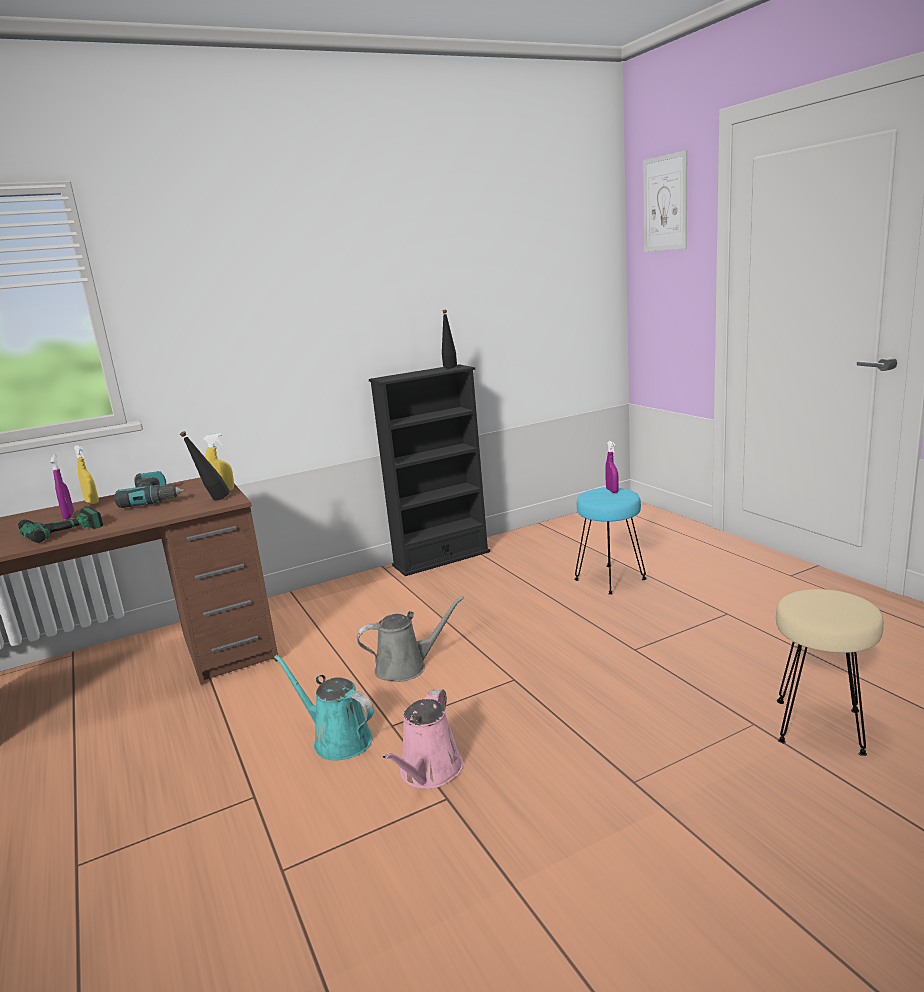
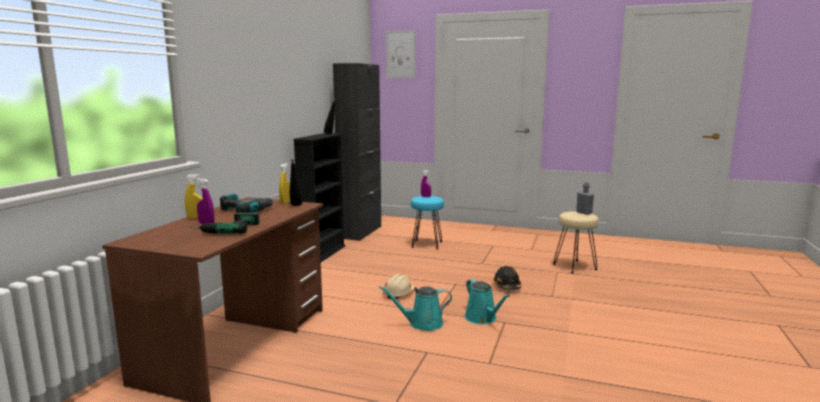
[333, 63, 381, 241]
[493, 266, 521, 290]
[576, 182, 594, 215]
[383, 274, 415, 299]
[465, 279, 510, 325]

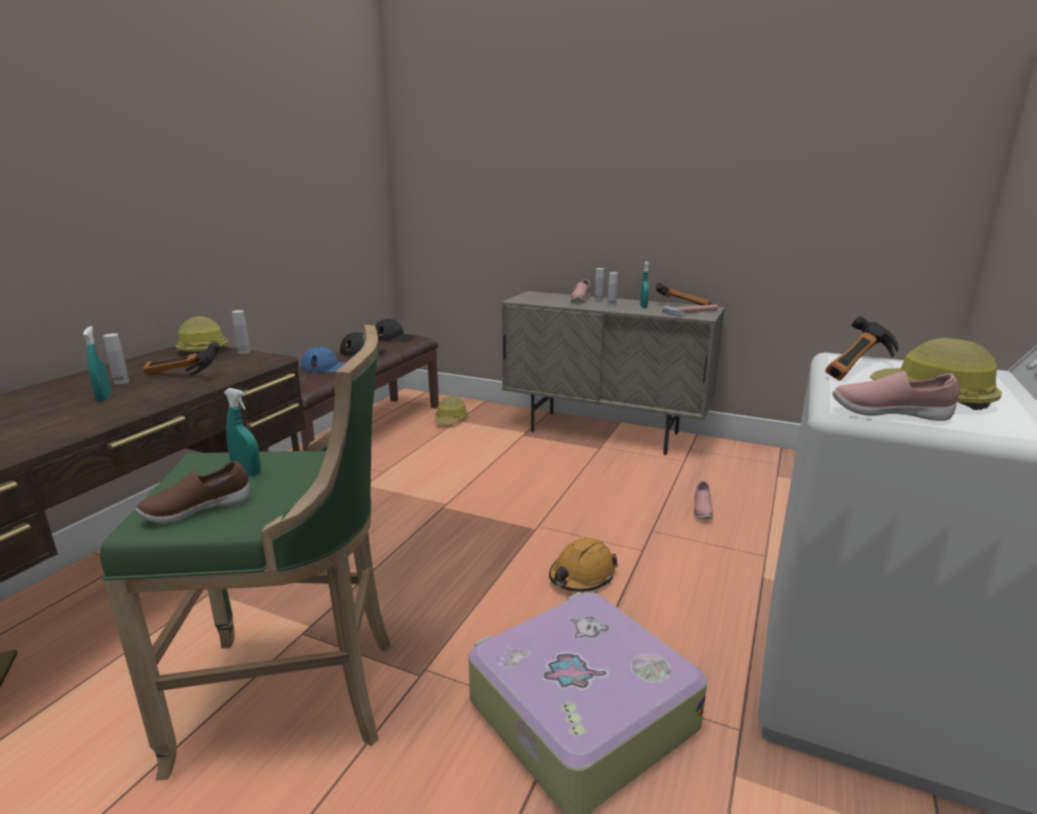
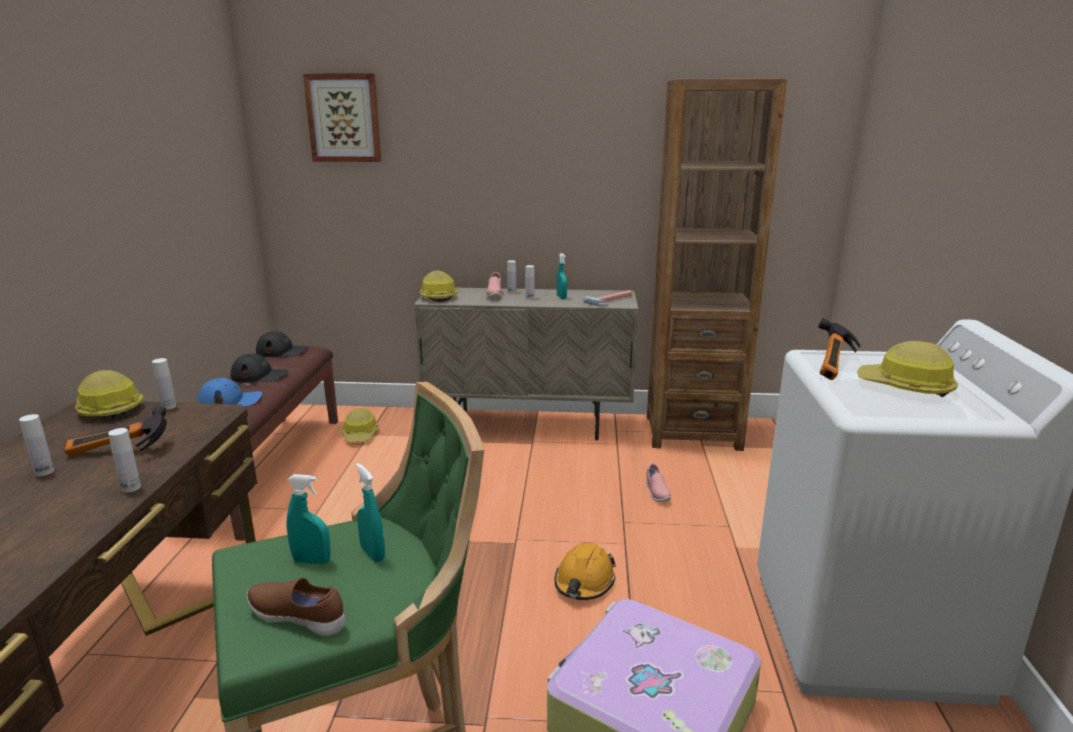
[656, 283, 711, 306] (first image)
[833, 371, 960, 421] (first image)
[108, 428, 141, 493]
[303, 73, 381, 162]
[420, 271, 458, 302]
[647, 78, 787, 451]
[356, 463, 385, 562]
[247, 578, 345, 636]

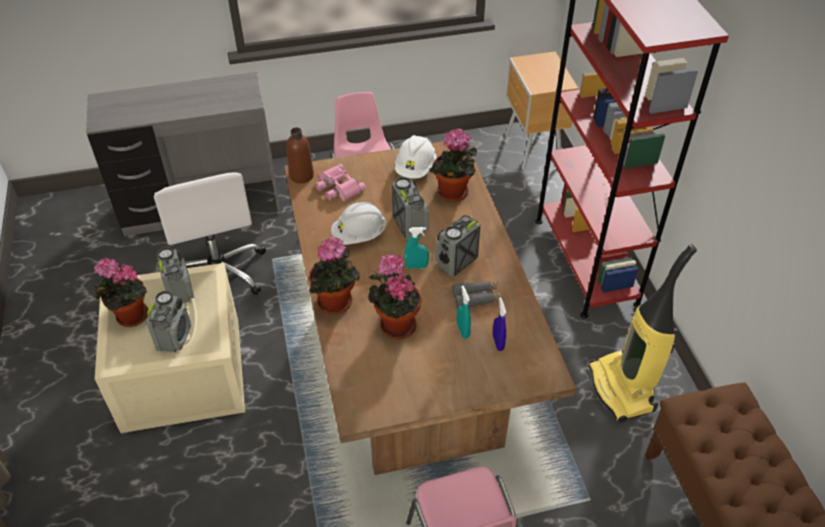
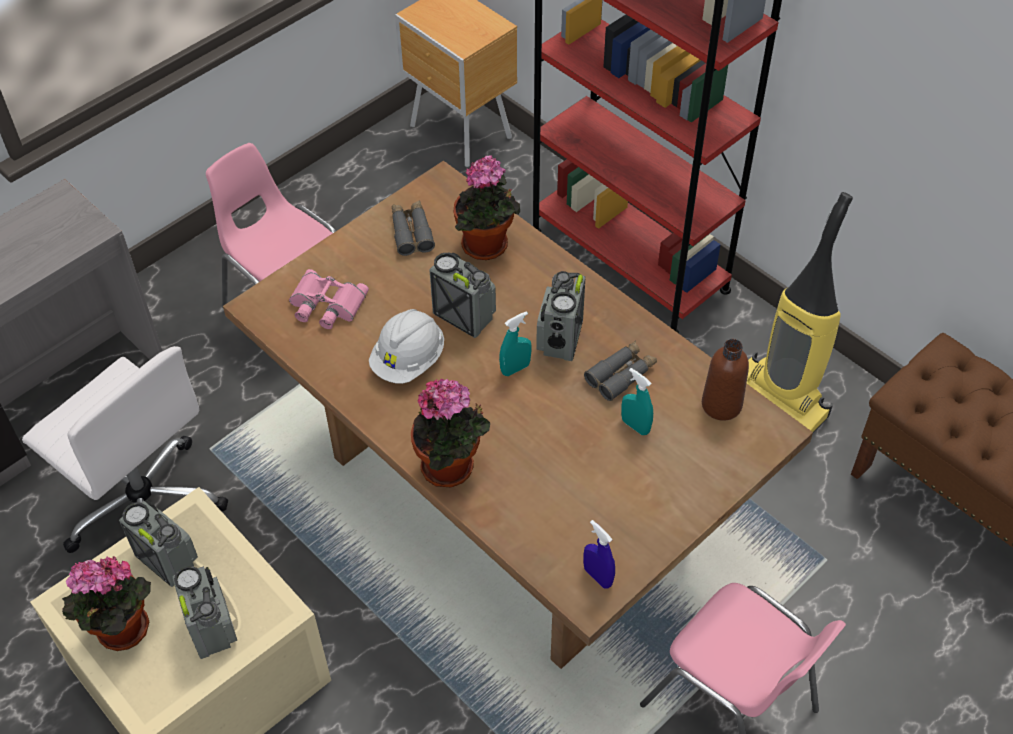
[368, 253, 422, 339] (first image)
[702, 339, 749, 421]
[583, 520, 615, 588]
[392, 201, 435, 256]

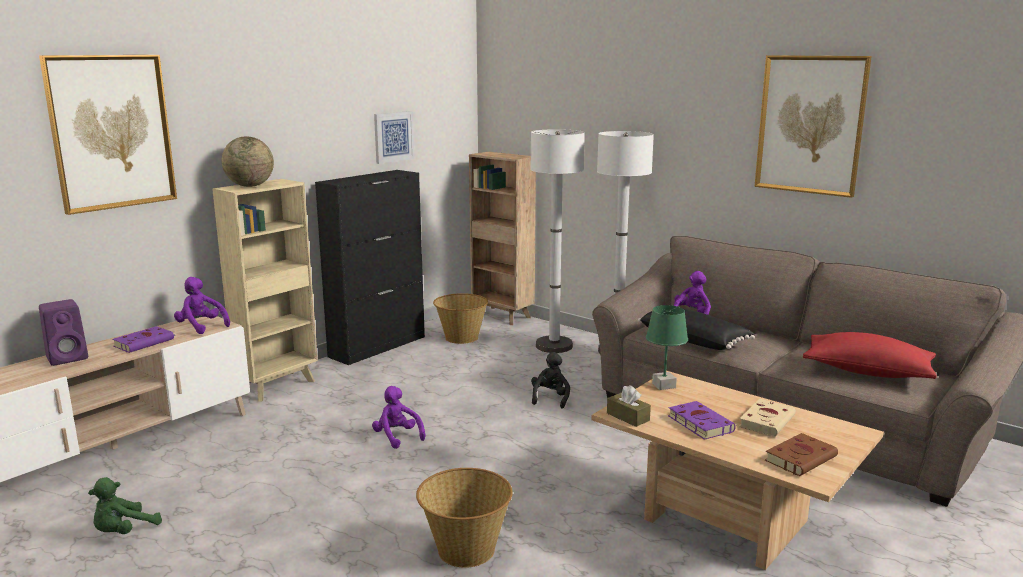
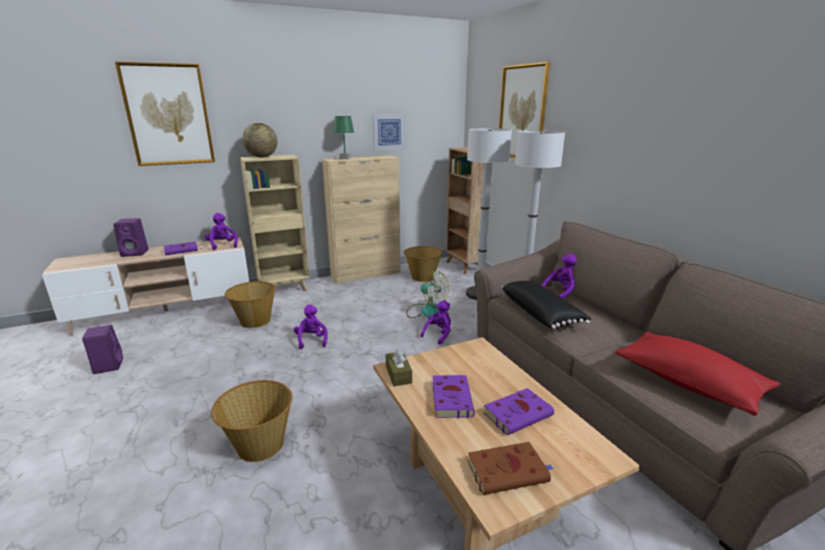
[225, 281, 276, 328]
[406, 271, 449, 318]
[333, 116, 354, 159]
[499, 62, 550, 158]
[82, 325, 123, 374]
[322, 155, 400, 284]
[421, 300, 451, 345]
[483, 388, 554, 435]

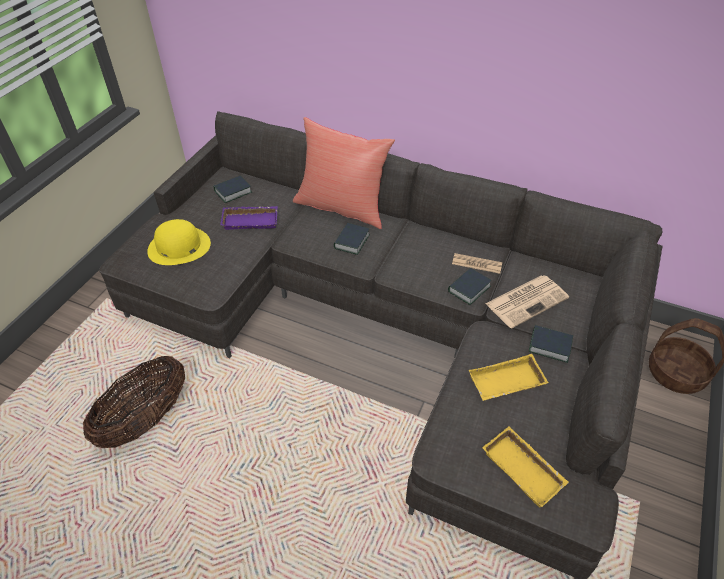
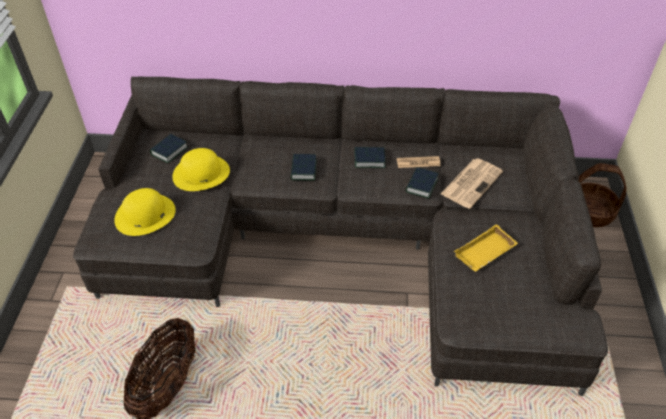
[293, 117, 395, 229] (first image)
[482, 426, 569, 507] (first image)
[354, 147, 385, 168]
[172, 148, 230, 191]

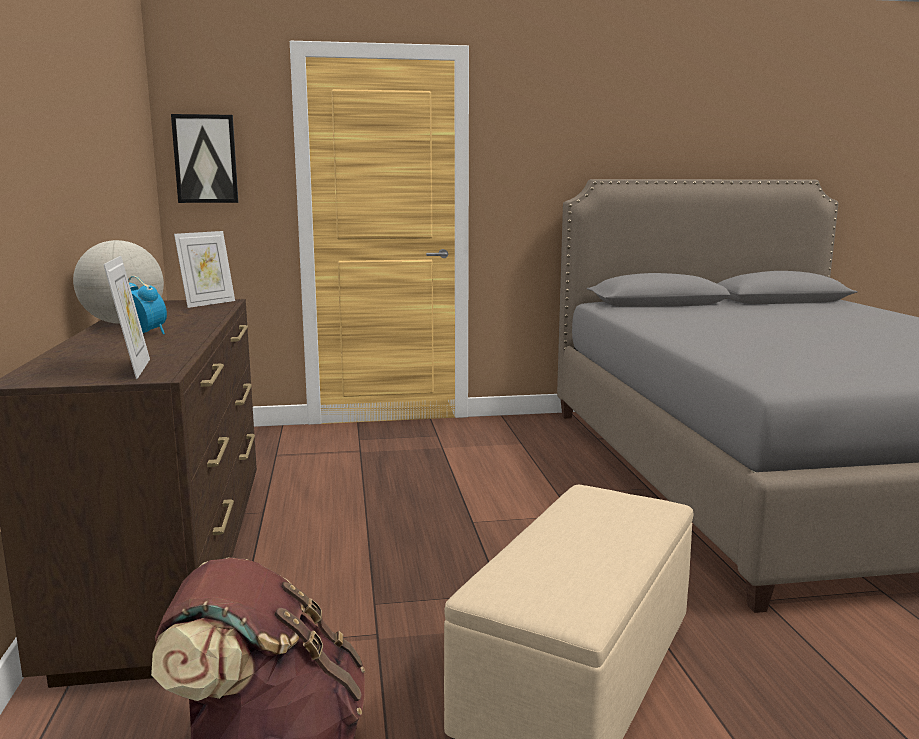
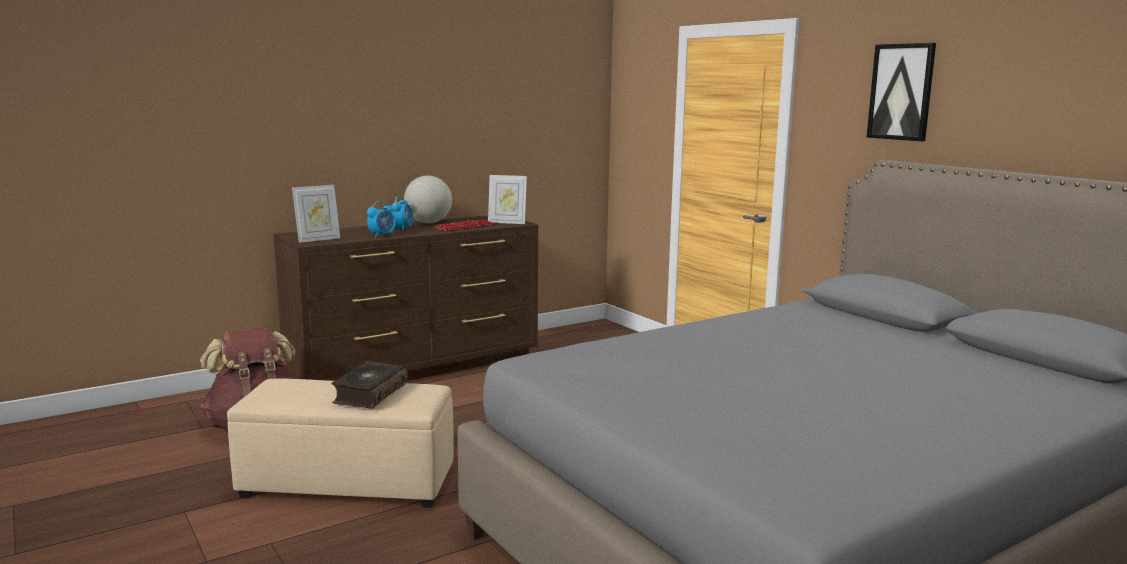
[331, 360, 408, 409]
[367, 201, 395, 238]
[435, 220, 494, 231]
[867, 43, 936, 141]

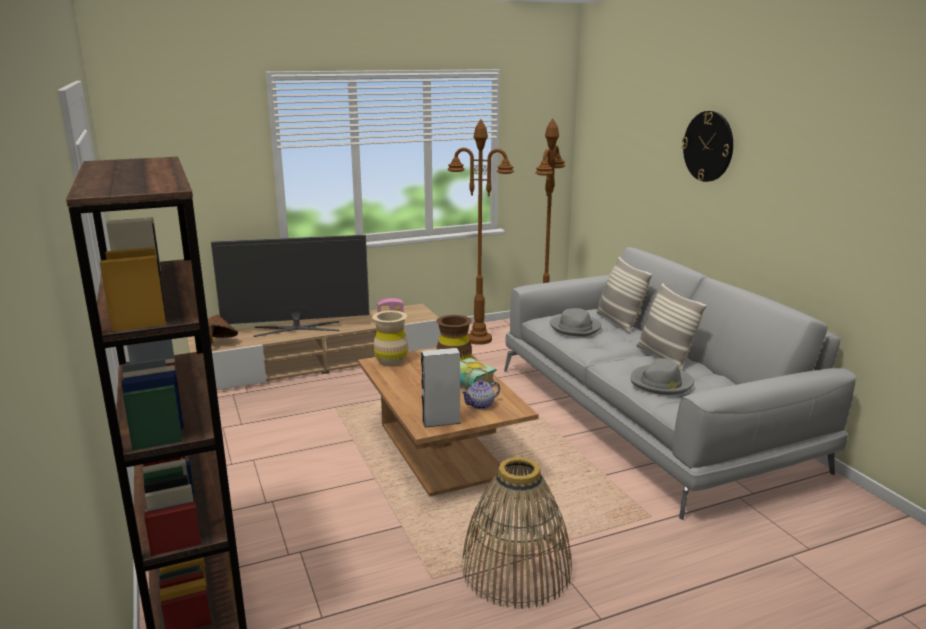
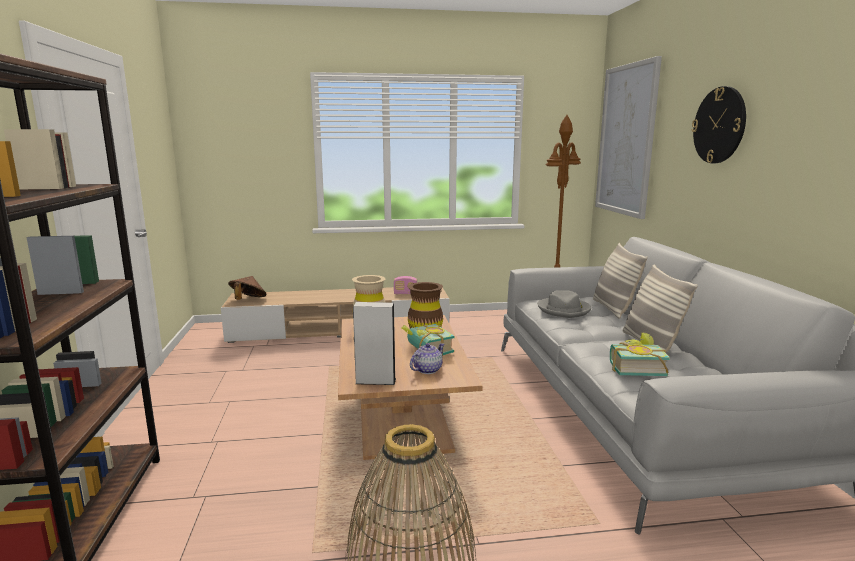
[211, 235, 370, 337] (first image)
[447, 119, 514, 345] (first image)
[595, 56, 662, 219]
[610, 333, 670, 376]
[410, 343, 444, 374]

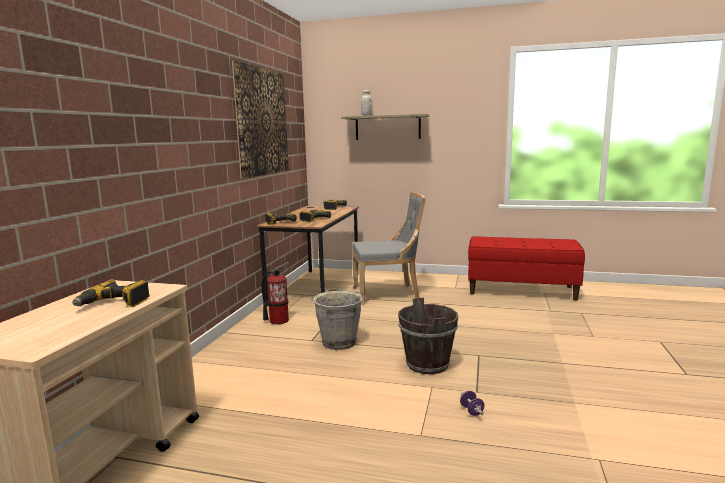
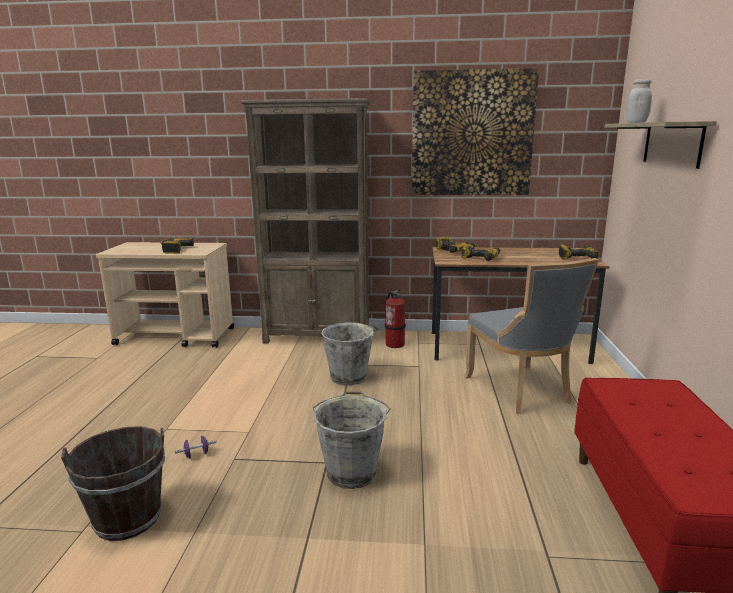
[241, 98, 370, 344]
[313, 391, 391, 489]
[61, 426, 165, 541]

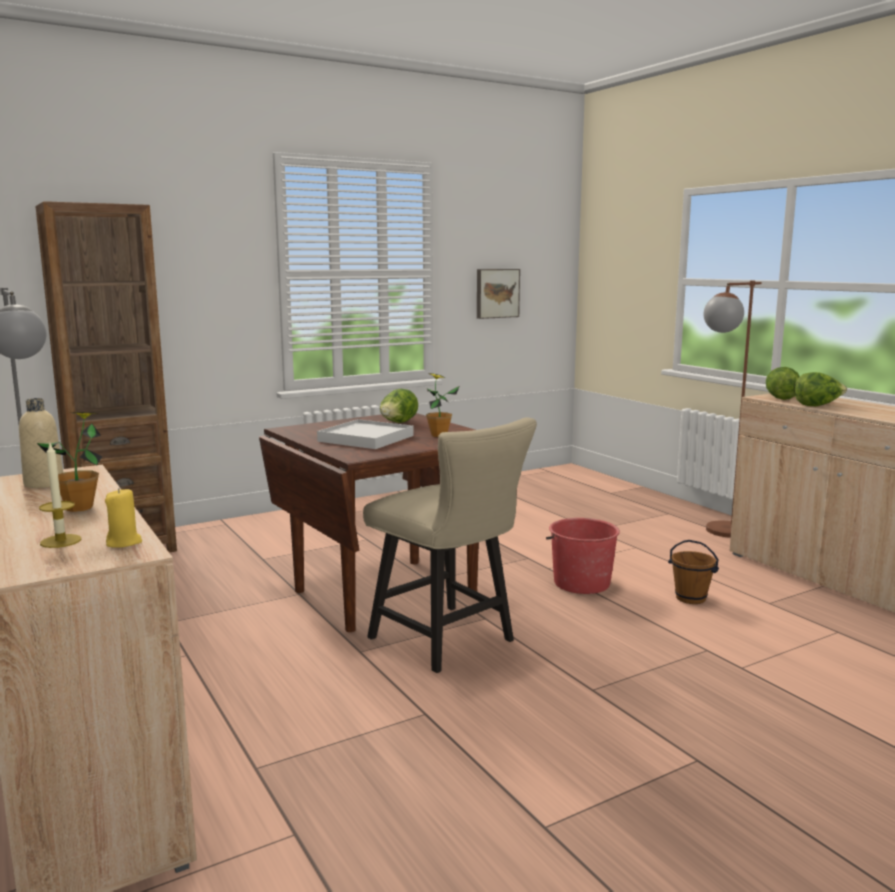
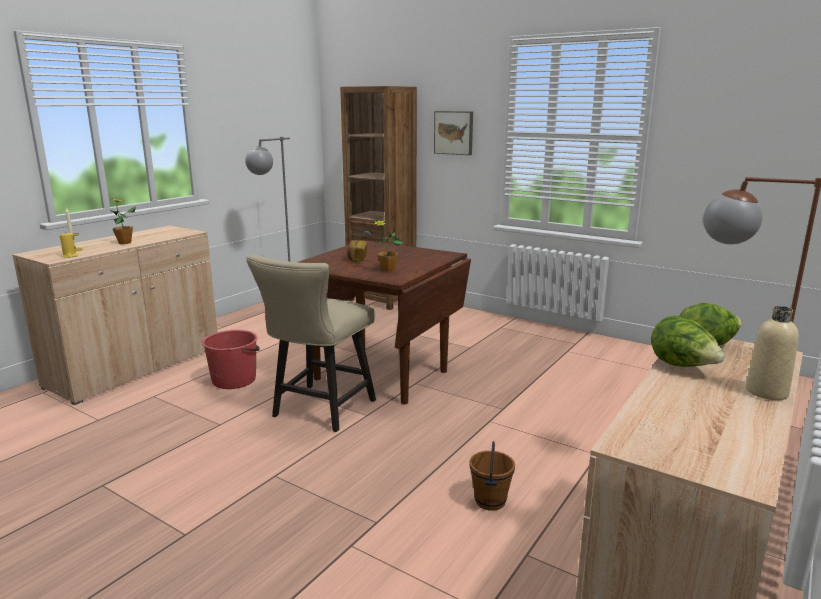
[380, 389, 418, 423] (first image)
[746, 306, 799, 400]
[434, 111, 473, 155]
[202, 330, 260, 389]
[347, 240, 367, 262]

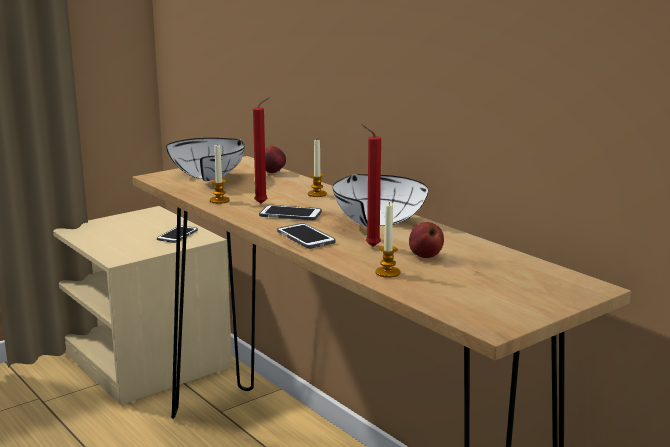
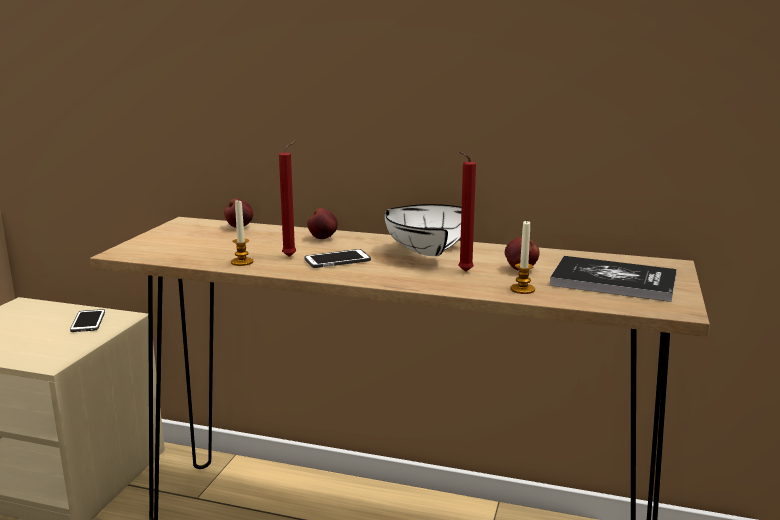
[166, 138, 245, 181] (first image)
[277, 223, 336, 249] (first image)
[550, 256, 677, 302]
[307, 208, 338, 239]

